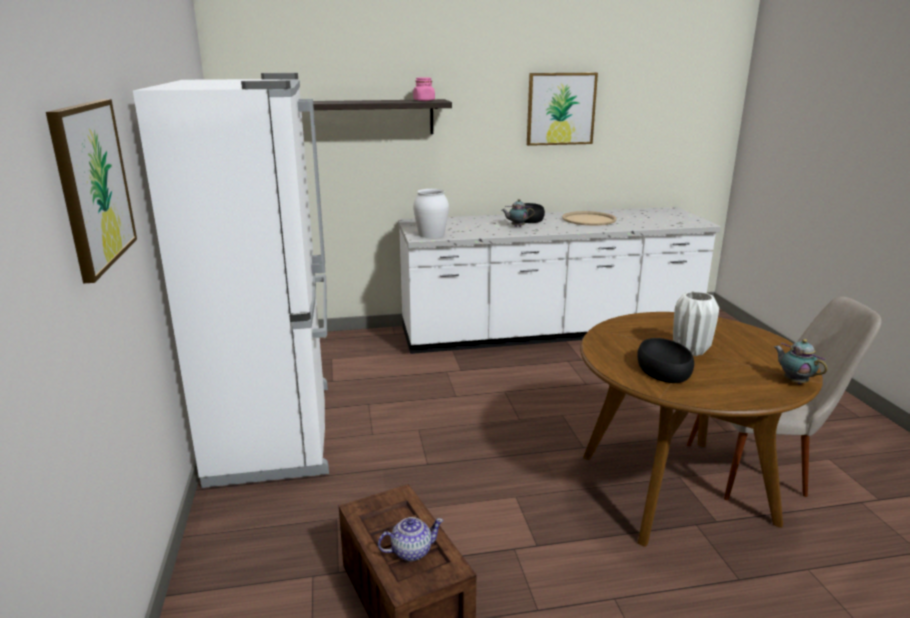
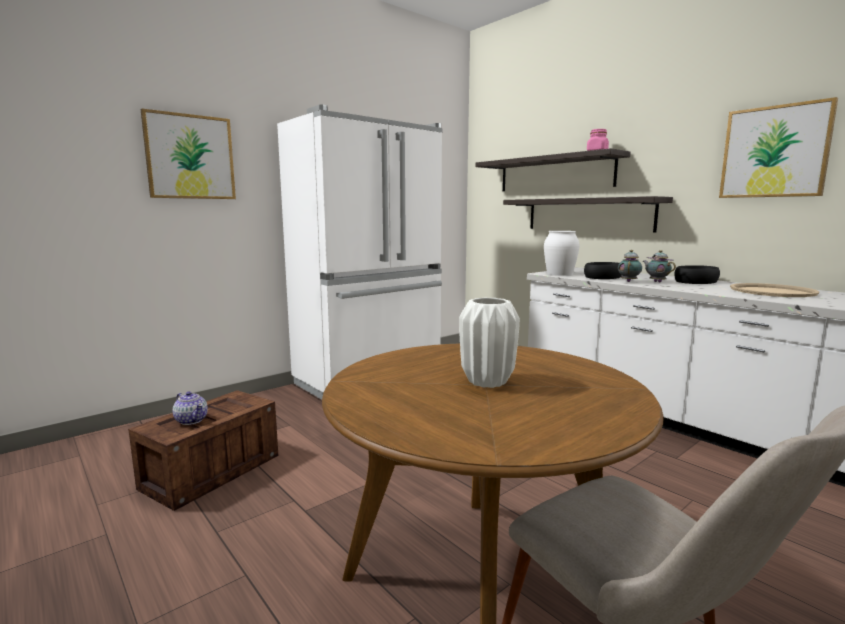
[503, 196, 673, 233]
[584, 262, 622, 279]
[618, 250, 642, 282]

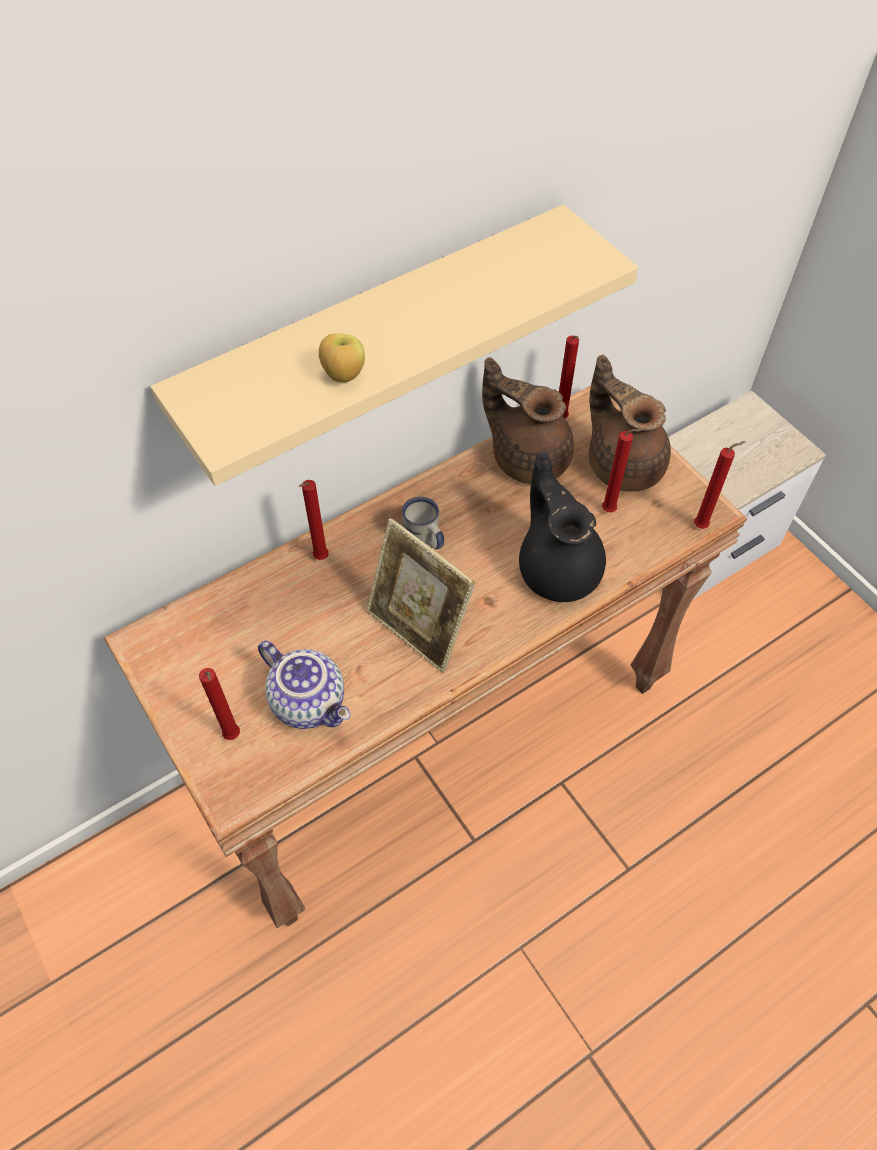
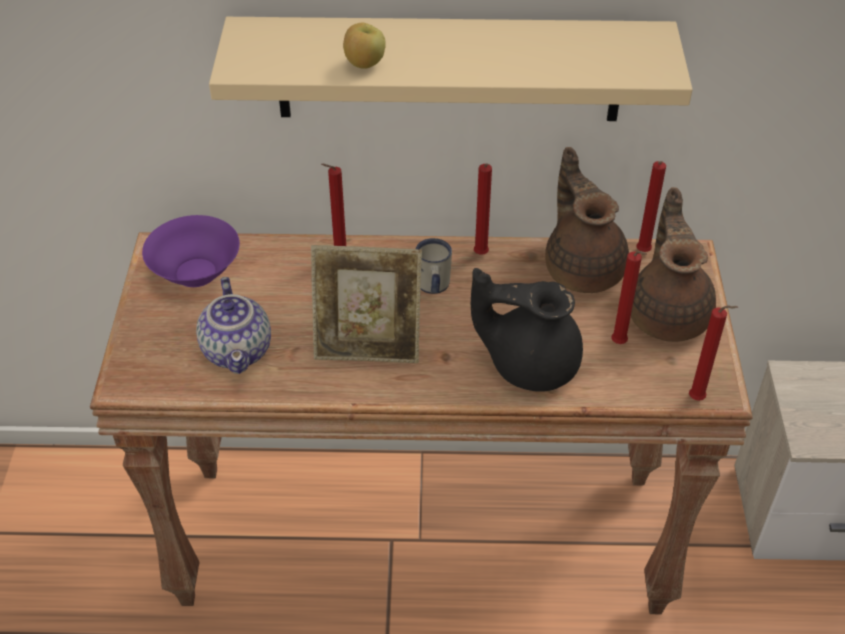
[142, 215, 240, 287]
[474, 164, 492, 255]
[311, 245, 422, 363]
[471, 268, 583, 392]

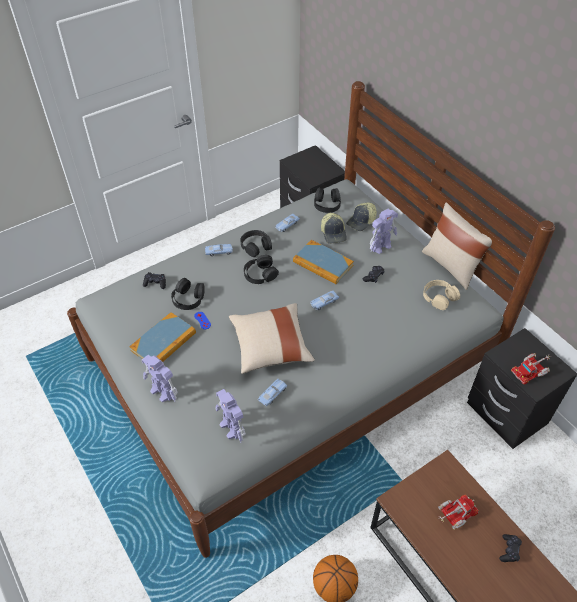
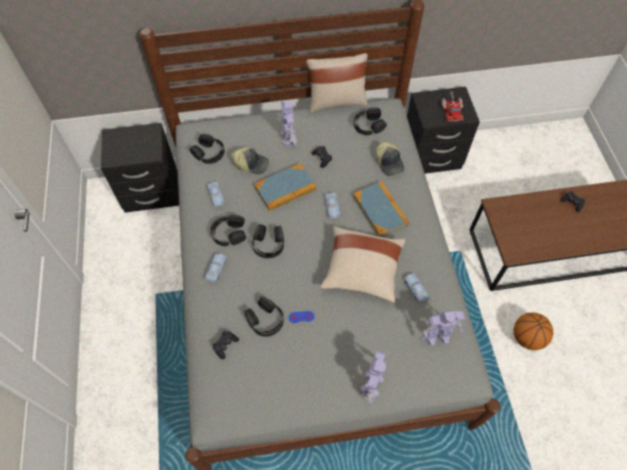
[438, 494, 479, 530] (first image)
[353, 181, 409, 237]
[376, 142, 404, 176]
[354, 107, 387, 135]
[360, 351, 386, 405]

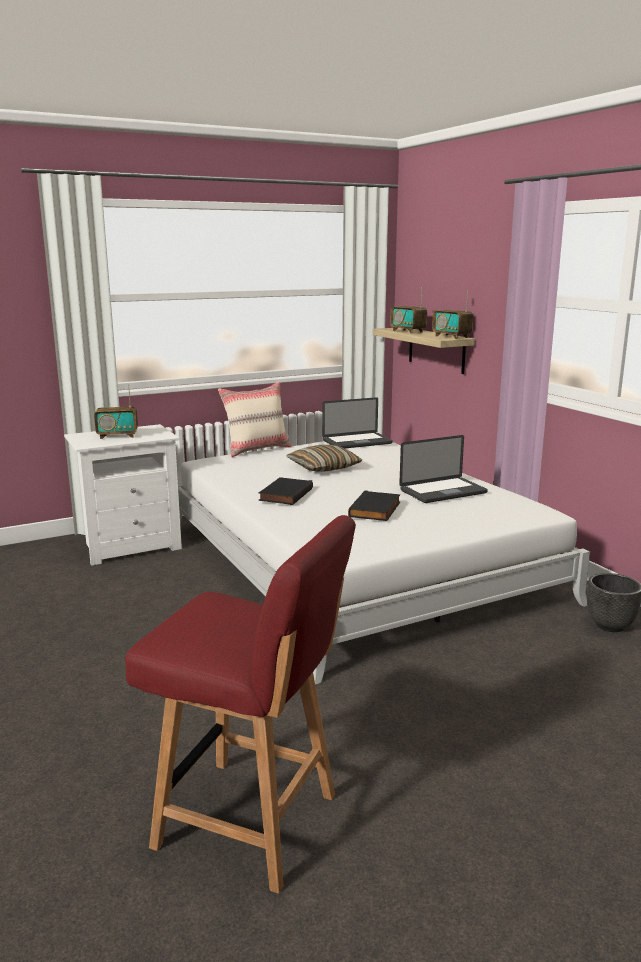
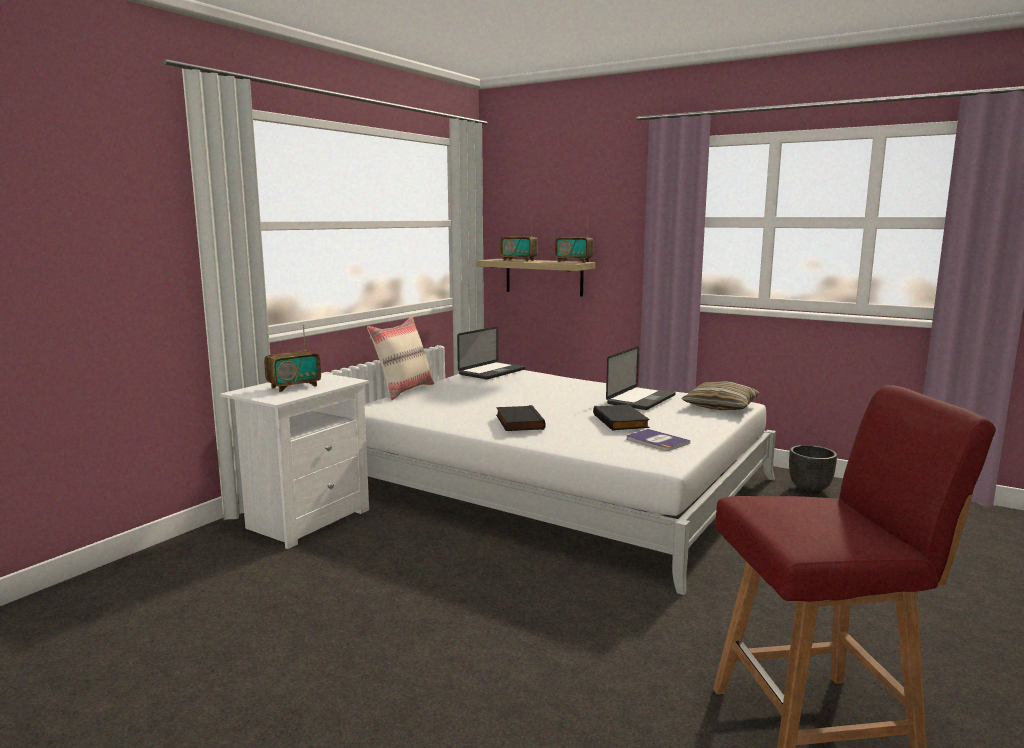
[627, 429, 690, 451]
[682, 381, 759, 410]

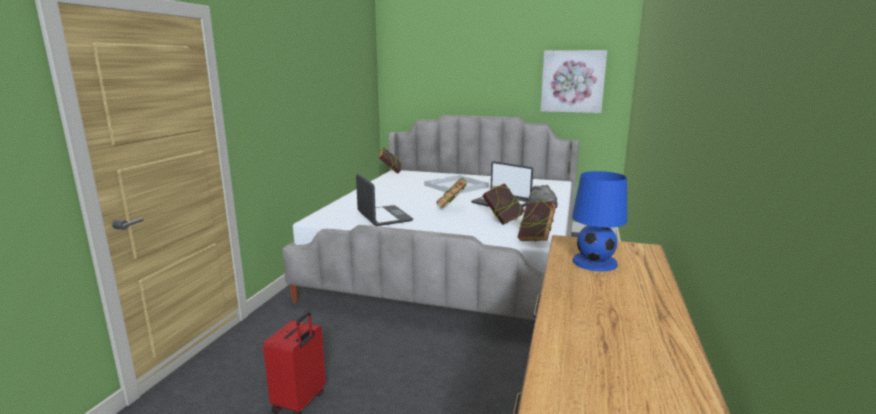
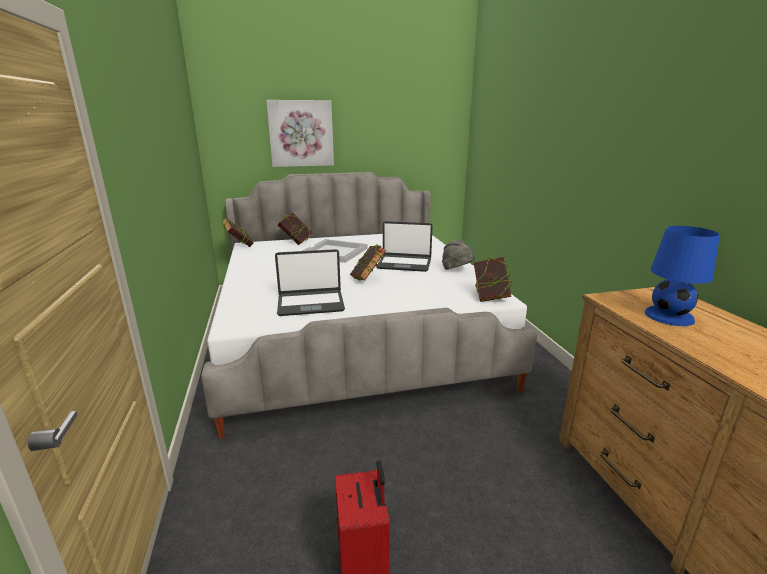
[278, 213, 313, 245]
[266, 100, 334, 167]
[275, 249, 345, 316]

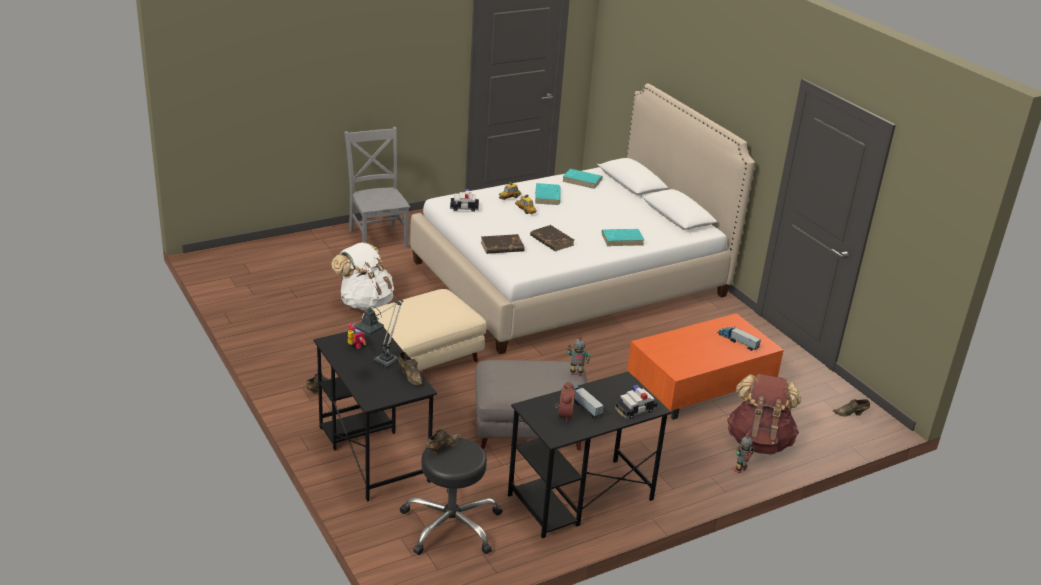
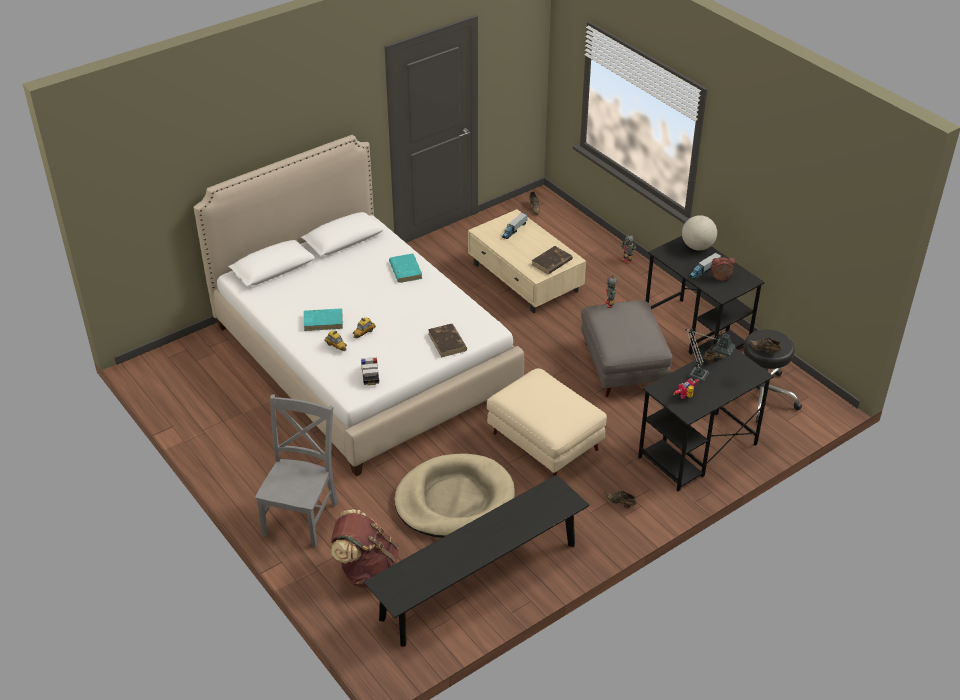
[562, 169, 602, 189] (first image)
[364, 475, 589, 647]
[531, 246, 573, 274]
[331, 510, 399, 588]
[394, 453, 515, 538]
[682, 215, 717, 250]
[468, 209, 586, 313]
[255, 395, 338, 547]

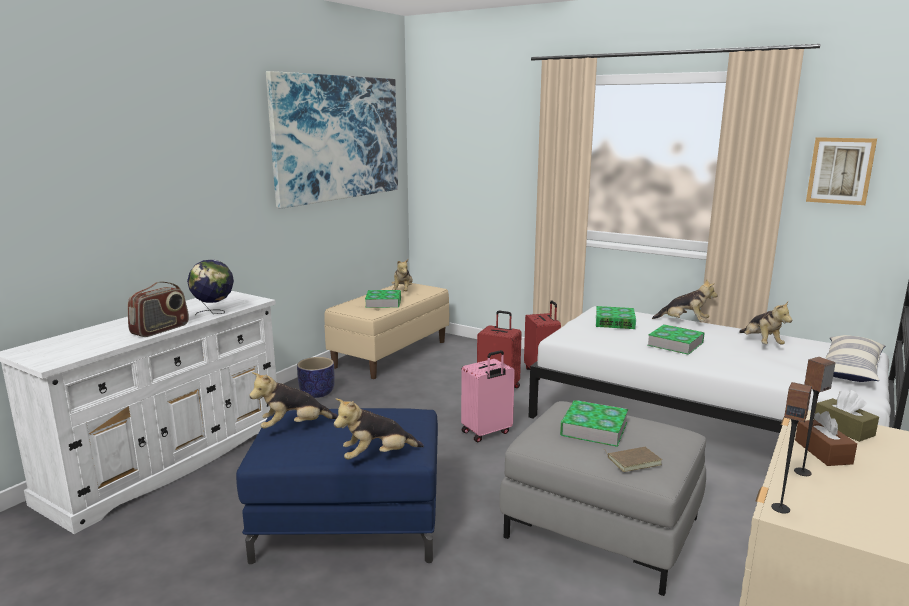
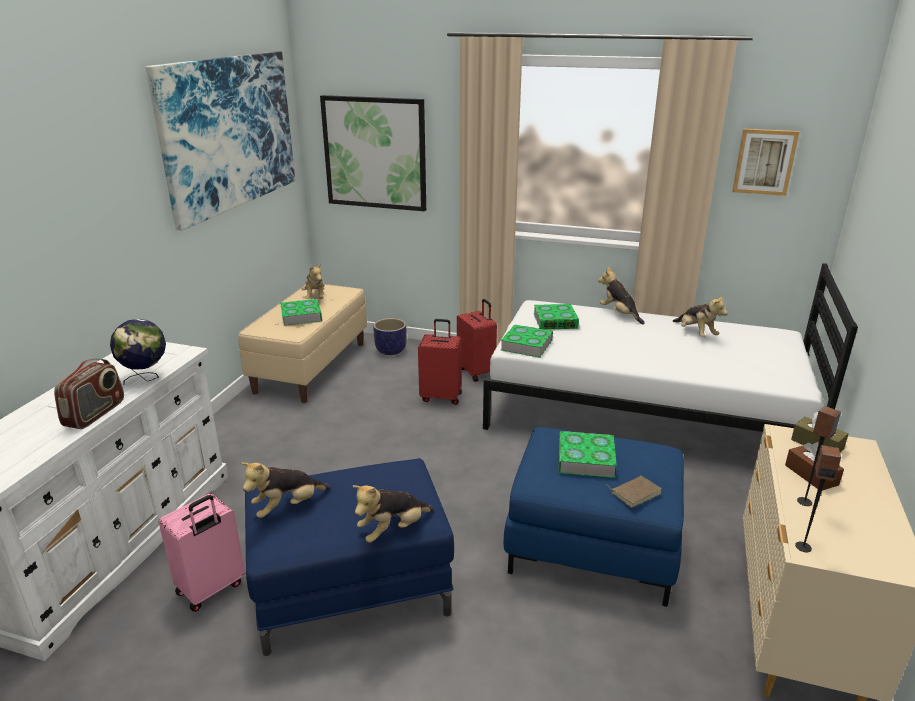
[825, 335, 886, 382] (first image)
[320, 95, 426, 211]
[373, 318, 407, 355]
[159, 493, 245, 612]
[501, 324, 553, 358]
[504, 427, 684, 607]
[598, 267, 645, 324]

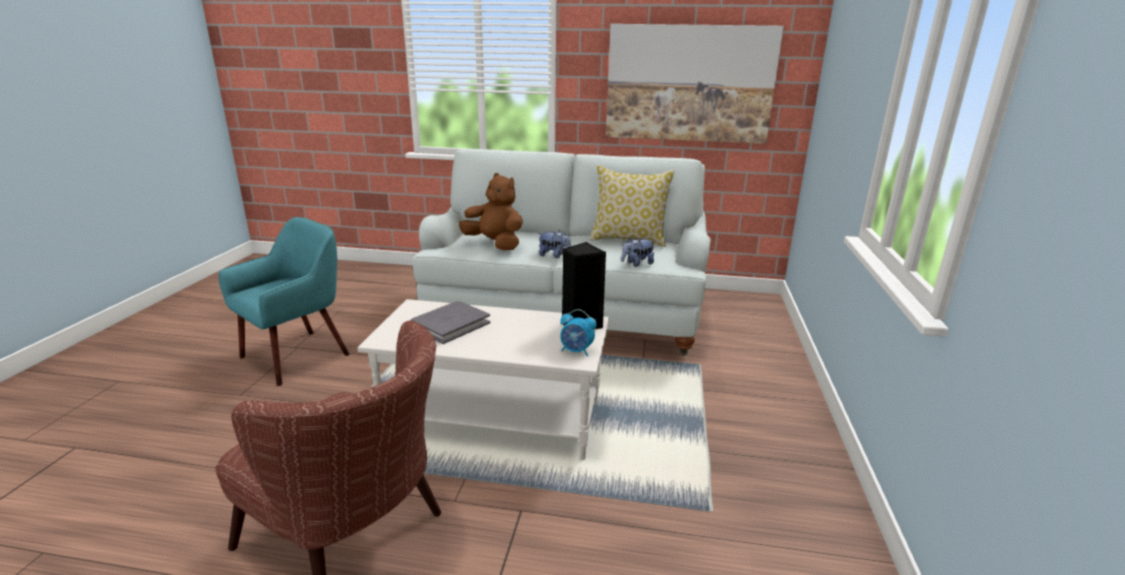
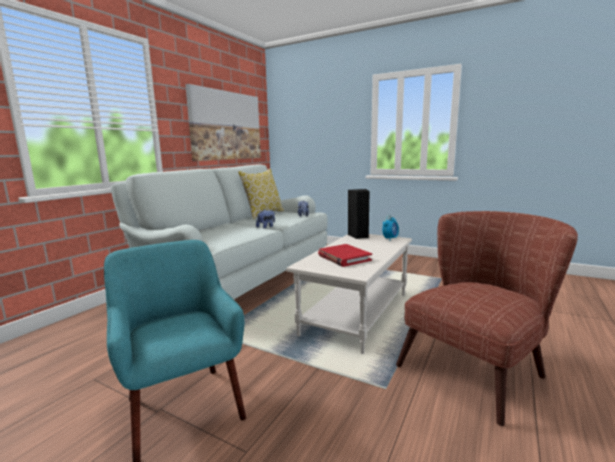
[459, 173, 523, 250] (first image)
[318, 244, 372, 267]

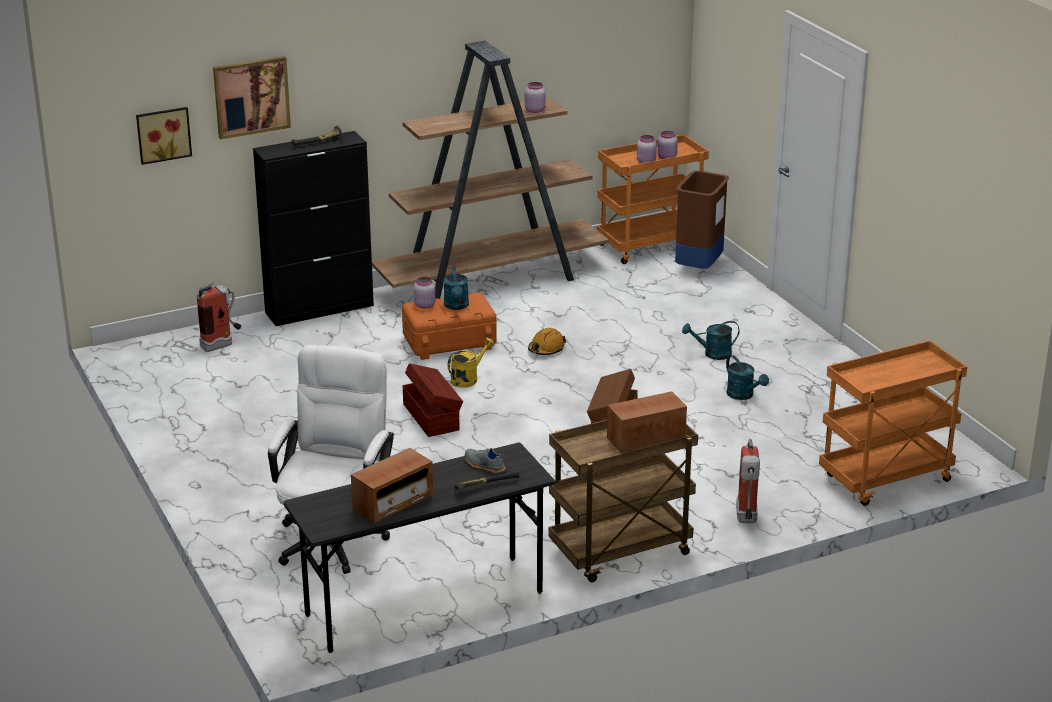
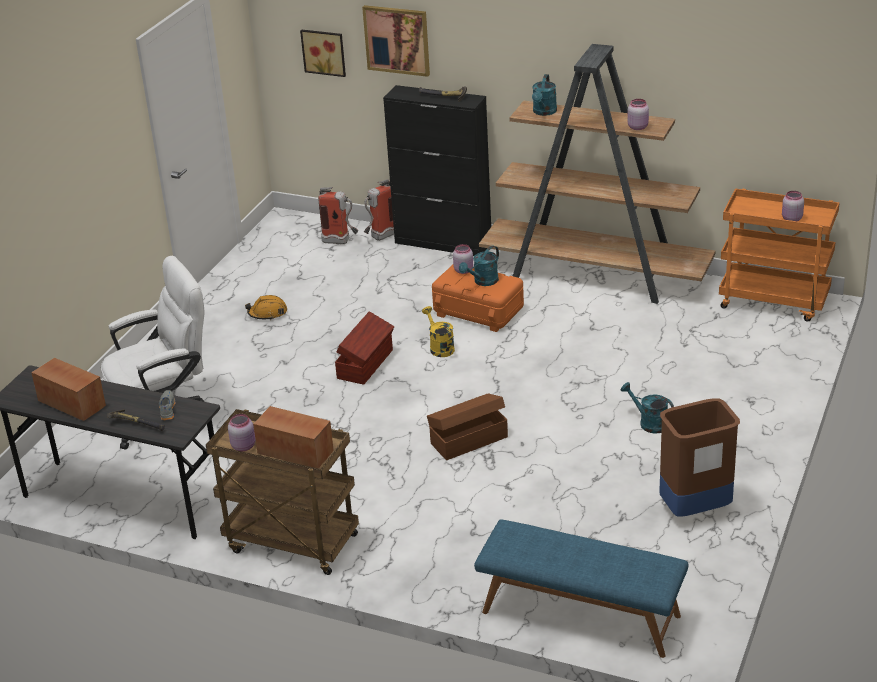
[245, 295, 287, 320]
[228, 414, 255, 452]
[659, 398, 740, 517]
[532, 74, 557, 116]
[364, 179, 394, 241]
[474, 519, 688, 658]
[31, 358, 106, 421]
[422, 306, 455, 357]

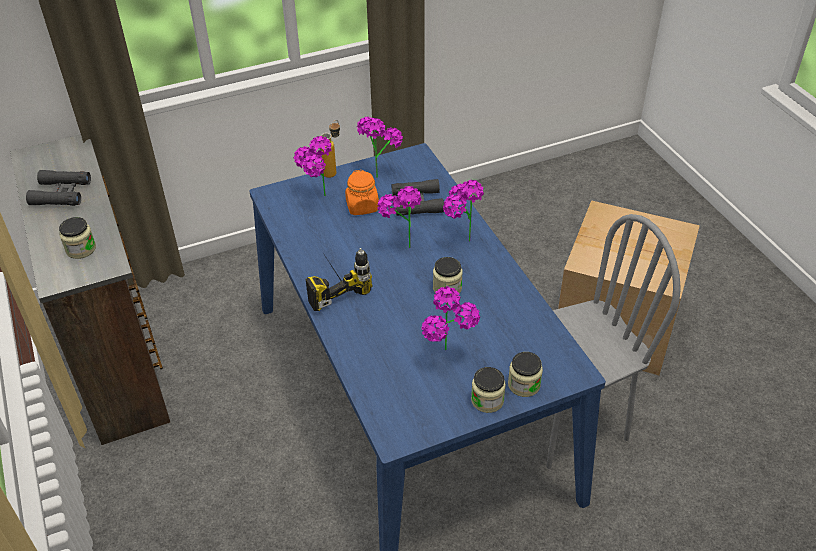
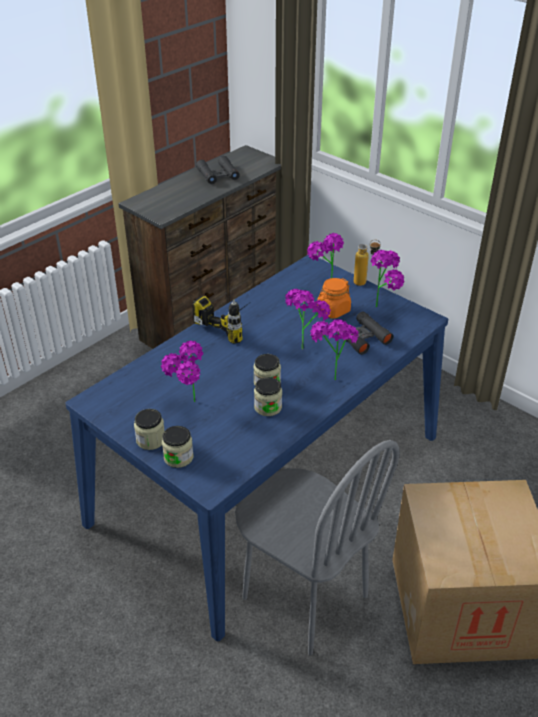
[254, 377, 282, 416]

